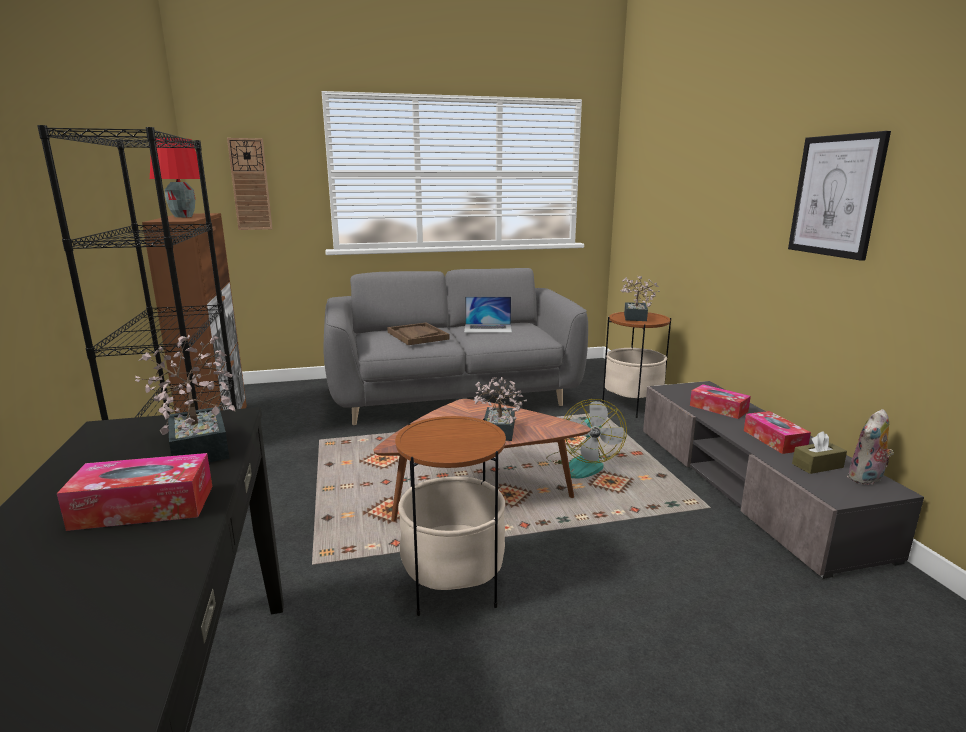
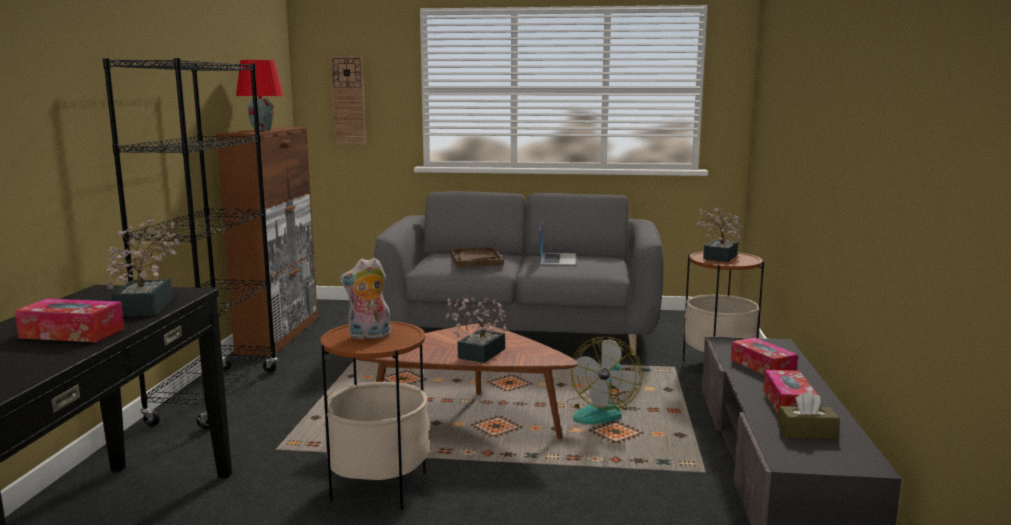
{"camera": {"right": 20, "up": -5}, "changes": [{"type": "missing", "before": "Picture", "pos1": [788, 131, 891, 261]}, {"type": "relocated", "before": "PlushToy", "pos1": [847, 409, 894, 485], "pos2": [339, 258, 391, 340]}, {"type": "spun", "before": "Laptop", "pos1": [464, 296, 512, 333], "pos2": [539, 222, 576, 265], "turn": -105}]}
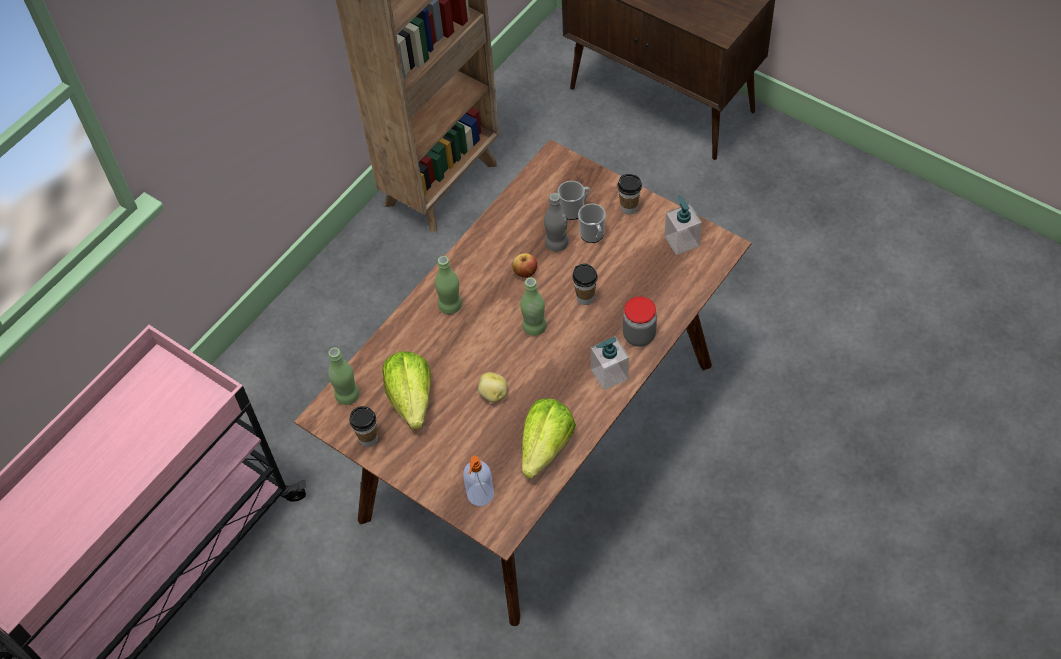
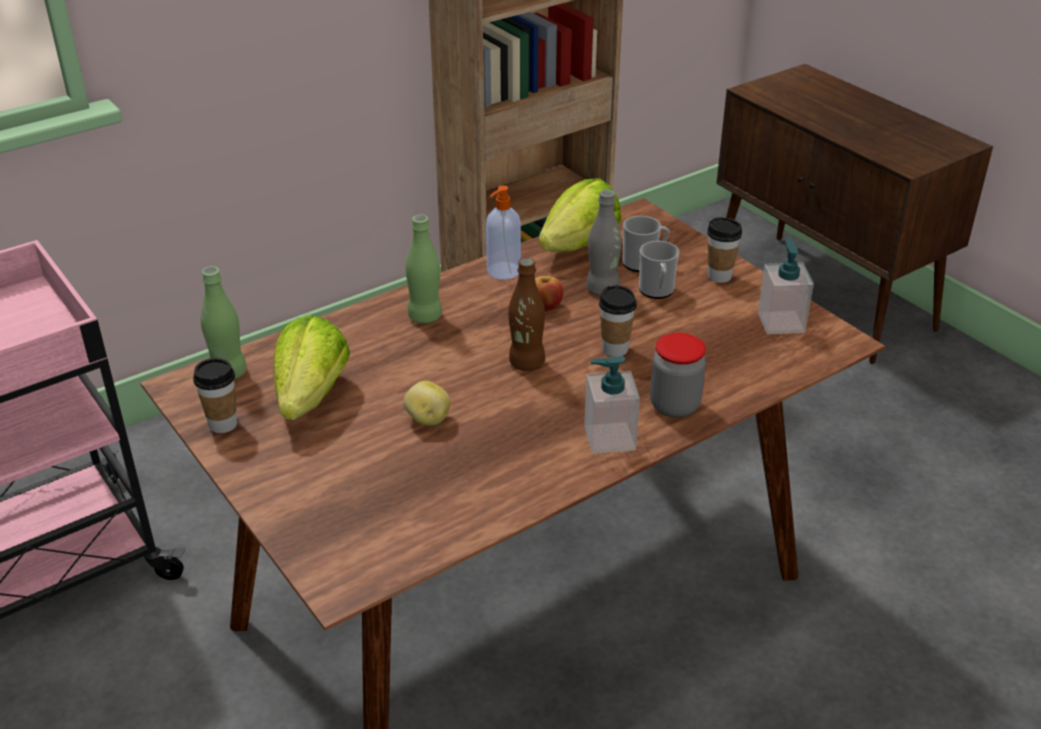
{"camera": {"right": 15, "up": -20}, "changes": [{"type": "relocated", "before": "SoapDispenser", "pos1": [463, 456, 494, 506], "pos2": [486, 185, 521, 280]}, {"type": "relocated", "before": "Lettuce", "pos1": [522, 398, 576, 479], "pos2": [539, 178, 621, 252]}, {"type": "colour", "before": "GreenBottle", "after": "BrownBottle", "pos1": [520, 278, 547, 336], "pos2": [508, 257, 545, 371]}]}
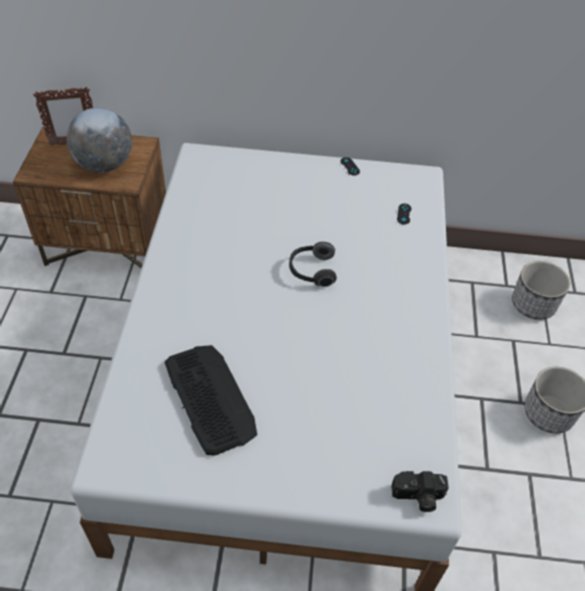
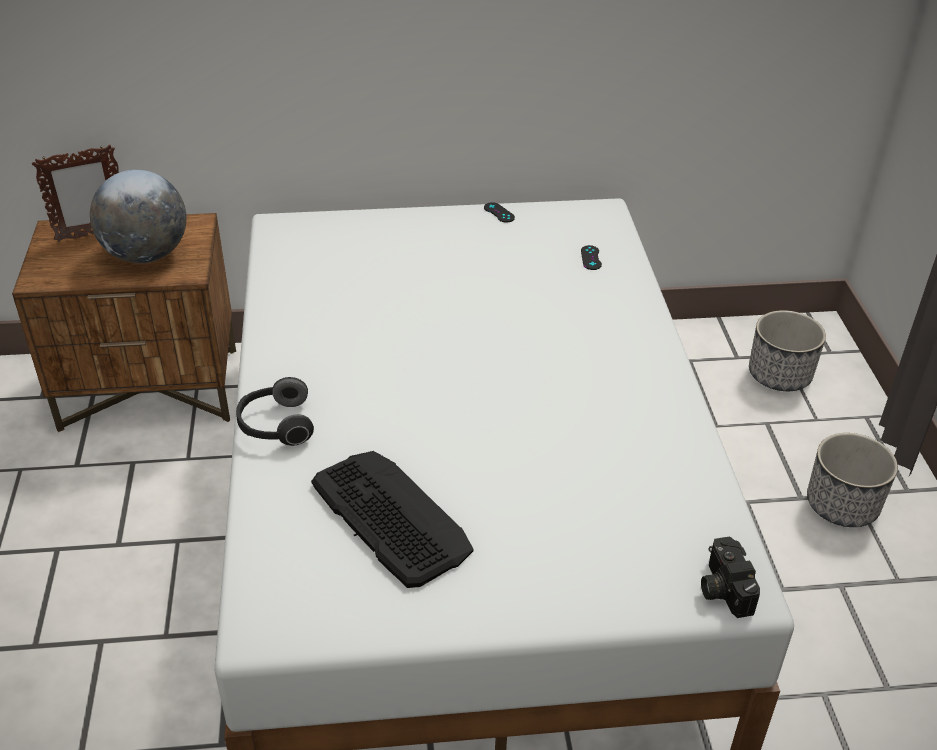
{"camera": {"right": -10, "up": -10}, "changes": [{"type": "relocated", "before": "Headphones", "pos1": [289, 242, 337, 287], "pos2": [236, 377, 314, 446]}, {"type": "spun", "before": "PhotoCamera", "pos1": [391, 471, 449, 512], "pos2": [701, 536, 760, 618], "turn": 90}]}
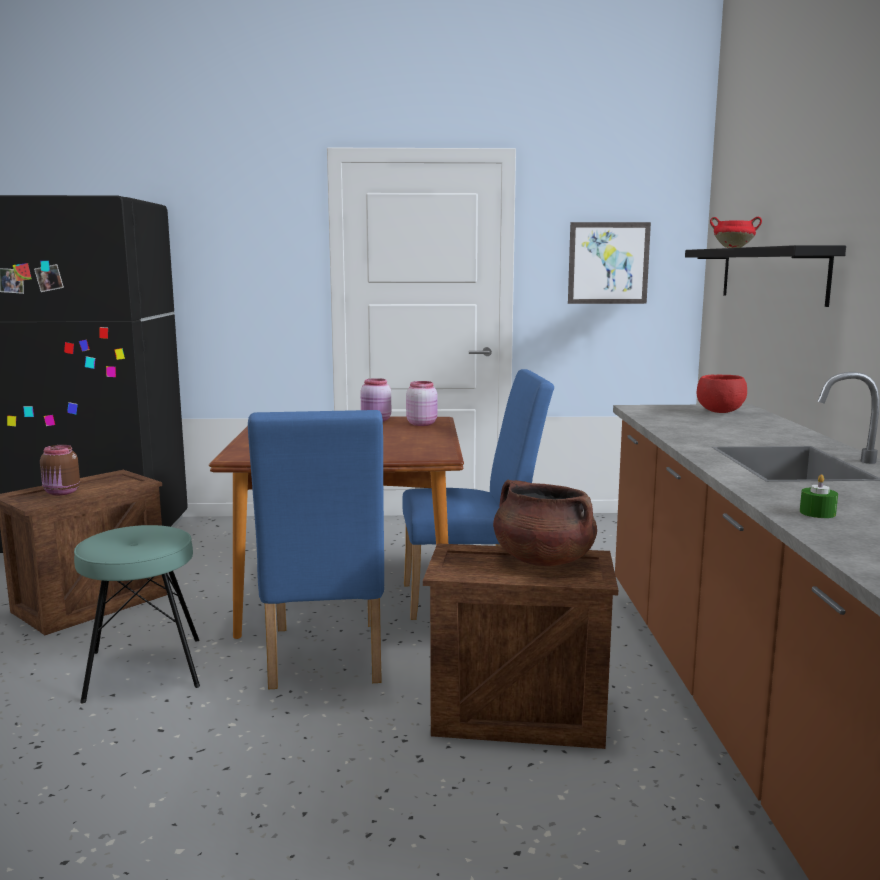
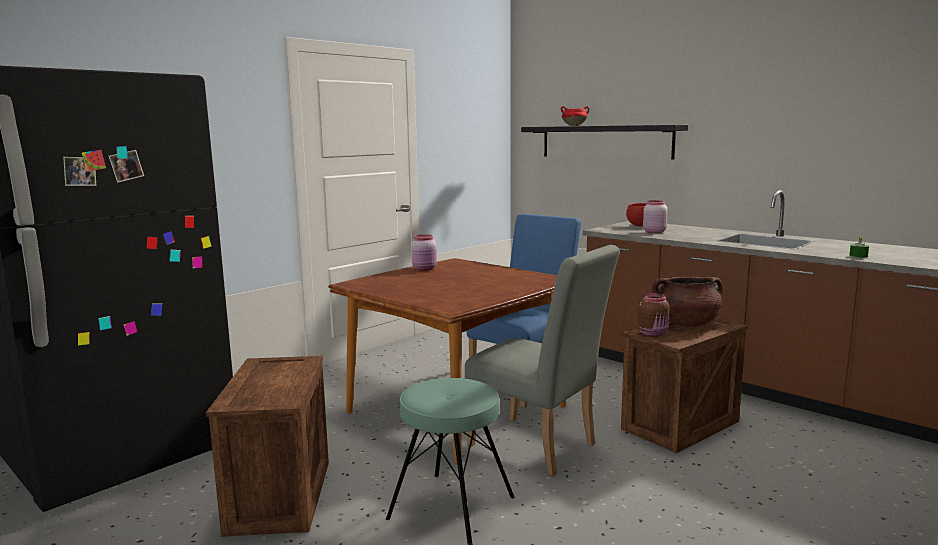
{"camera": {"right": -45, "up": 0}, "changes": [{"type": "missing", "before": "Picture", "pos1": [568, 222, 651, 304]}, {"type": "relocated", "before": "BrownJar", "pos1": [40, 445, 80, 495], "pos2": [638, 293, 670, 337]}, {"type": "relocated", "before": "PinkJar", "pos1": [406, 381, 437, 426], "pos2": [643, 200, 668, 233]}, {"type": "colour", "before": "BlueChair", "after": "GreyChair", "pos1": [248, 410, 384, 689], "pos2": [465, 245, 620, 476]}]}
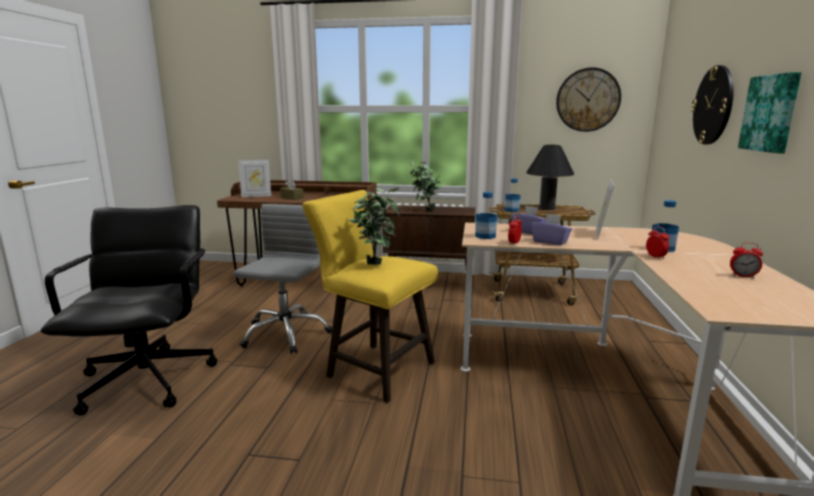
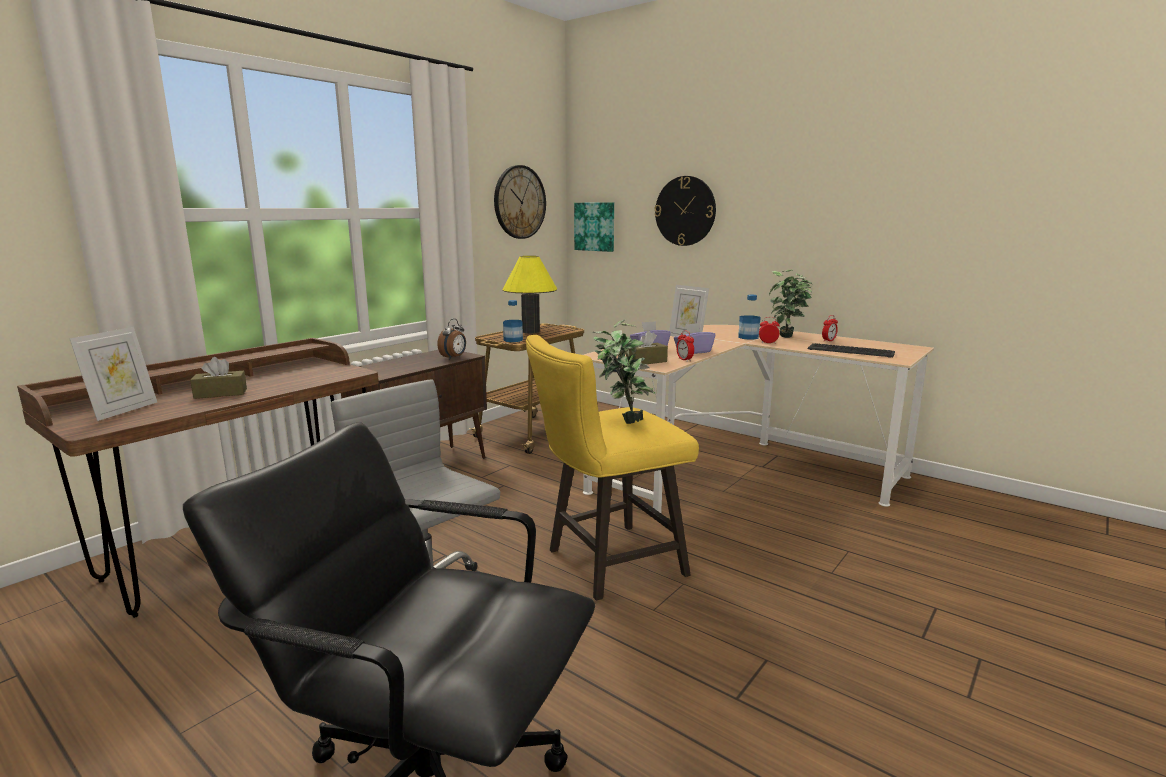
{"camera": {"right": -60, "up": 0}, "changes": [{"type": "appeared", "after": "AlarmClock", "pos2": [437, 319, 466, 359]}, {"type": "appeared", "after": "Keyboard", "pos2": [807, 343, 895, 358]}, {"type": "relocated", "before": "PottedPlant", "pos1": [410, 162, 441, 211], "pos2": [769, 270, 812, 338]}, {"type": "relocated", "before": "Picture", "pos1": [738, 72, 802, 153], "pos2": [574, 202, 614, 252]}, {"type": "exchanged", "before": "Bottle", "after": "BrownTissueBox", "pos1": [475, 192, 497, 239], "pos2": [626, 331, 668, 364]}, {"type": "colour", "before": "BlackTableLamp", "after": "YellowTableLamp", "pos1": [526, 145, 574, 210], "pos2": [502, 256, 557, 333]}]}
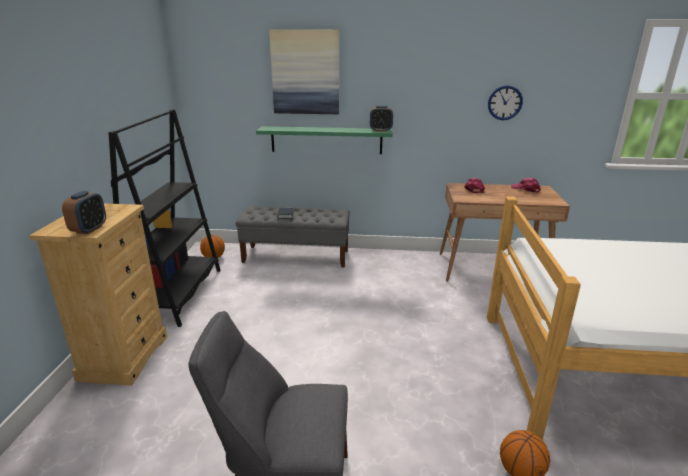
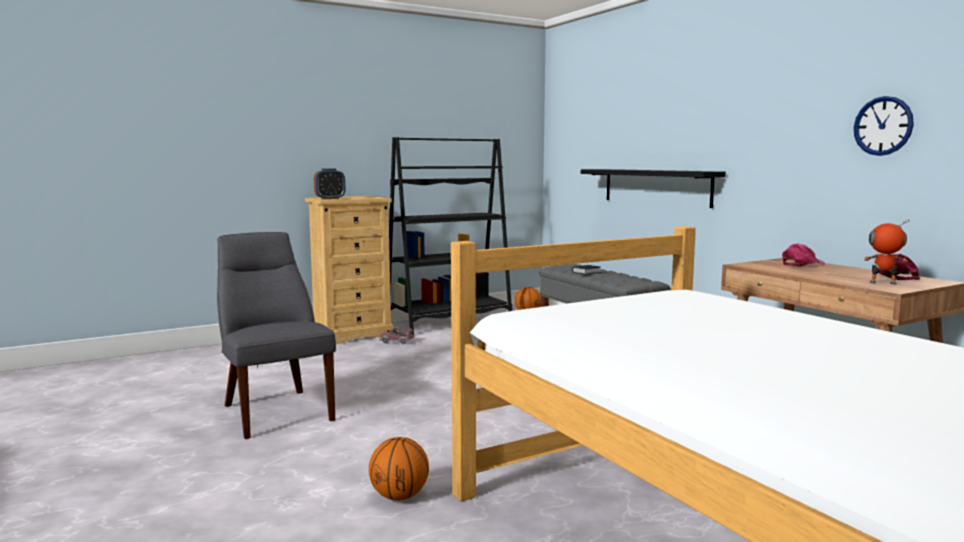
{"camera": {"right": 55, "up": -15}, "changes": [{"type": "missing", "before": "Picture", "pos1": [269, 29, 339, 114]}, {"type": "missing", "before": "AlarmClock", "pos1": [370, 106, 393, 132]}, {"type": "appeared", "after": "ToyTruck", "pos2": [380, 327, 415, 344]}, {"type": "appeared", "after": "ToyRobot", "pos2": [864, 219, 909, 284]}, {"type": "colour", "before": "GreenShelf", "after": "BlackShelf", "pos1": [256, 126, 393, 154], "pos2": [581, 169, 726, 208]}]}
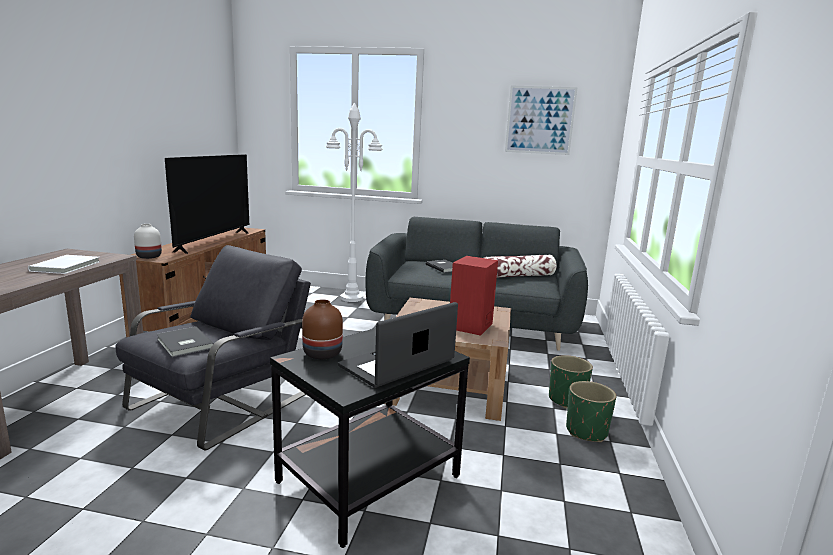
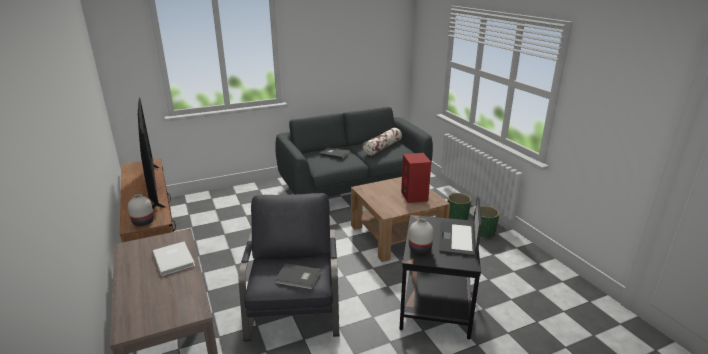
{"camera": {"right": -35, "up": 10}, "changes": [{"type": "missing", "before": "WhiteFloorLamp", "pos1": [326, 103, 383, 302]}, {"type": "missing", "before": "Picture", "pos1": [505, 85, 578, 155]}, {"type": "colour", "before": "BrownVase", "after": "WhiteVase", "pos1": [302, 299, 343, 359], "pos2": [409, 219, 434, 254]}]}
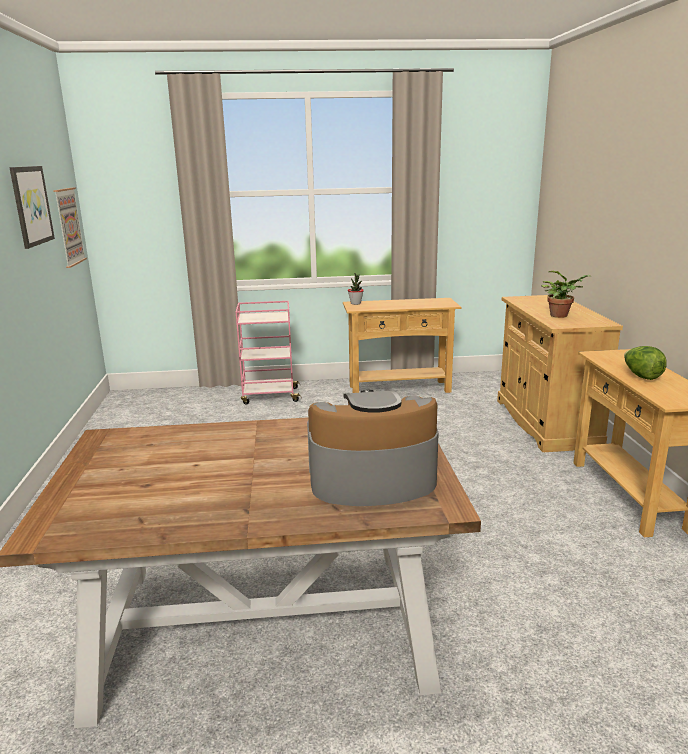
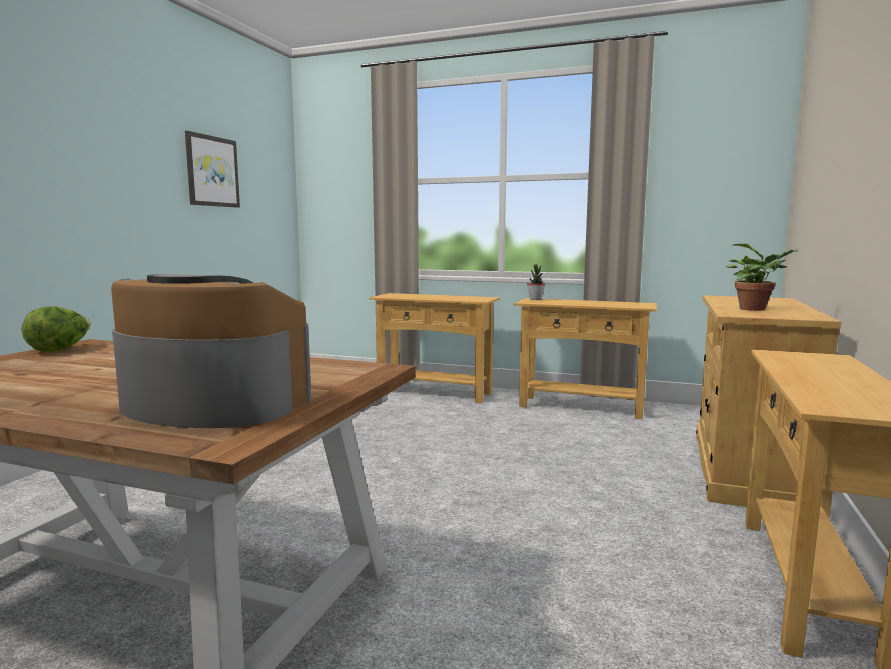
{"camera": {"right": 25, "up": -10}, "changes": [{"type": "missing", "before": "Picture", "pos1": [53, 187, 87, 268]}, {"type": "relocated", "before": "Lettuce", "pos1": [624, 346, 667, 380], "pos2": [22, 306, 91, 352]}, {"type": "exchanged", "before": "PinkCart", "after": "BeigeConsoleTable", "pos1": [236, 301, 302, 404], "pos2": [369, 293, 500, 403]}]}
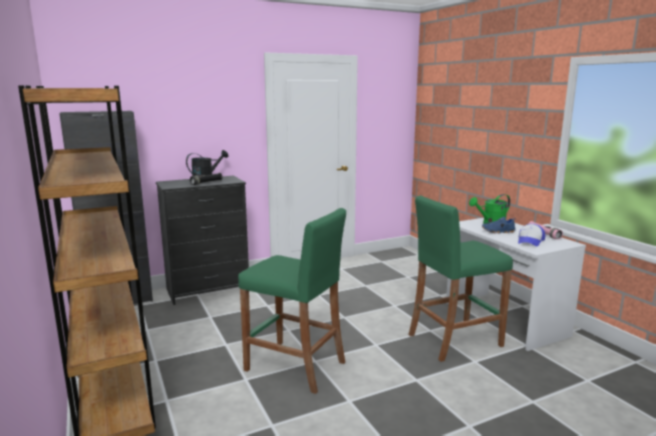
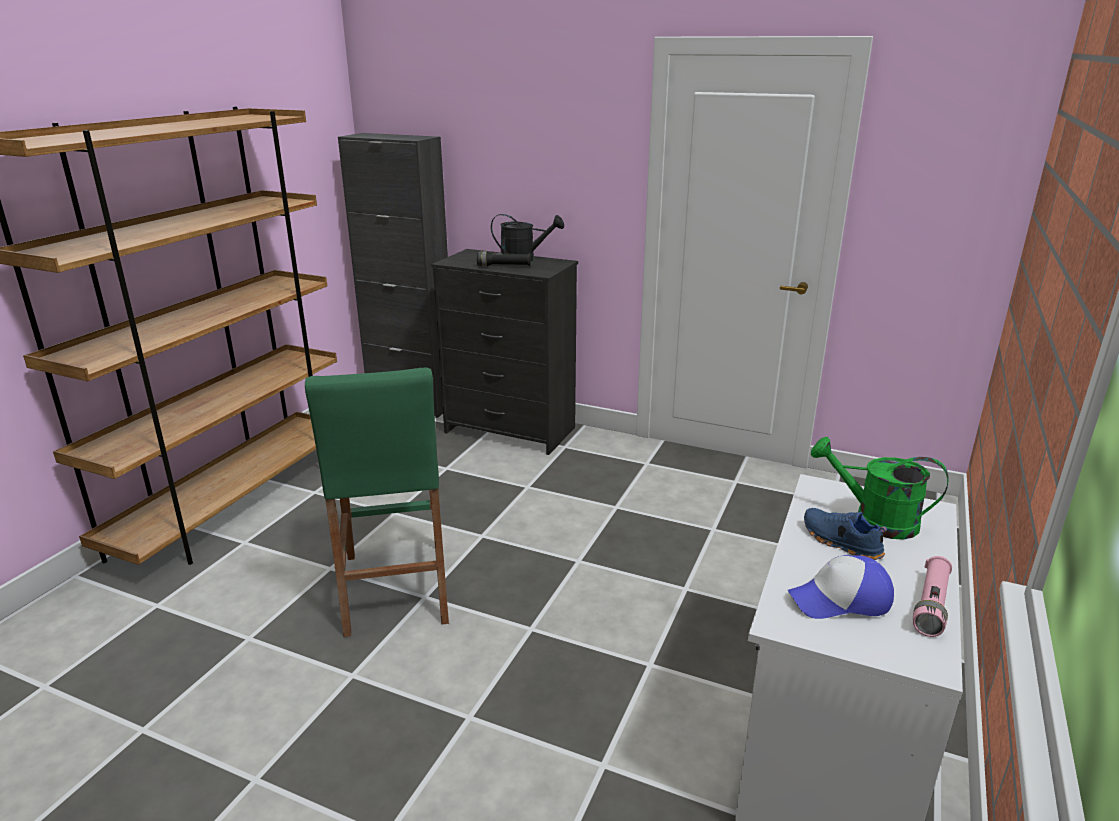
{"camera": {"right": 50, "up": 10}, "changes": [{"type": "missing", "before": "GreenStool", "pos1": [408, 196, 513, 362]}]}
